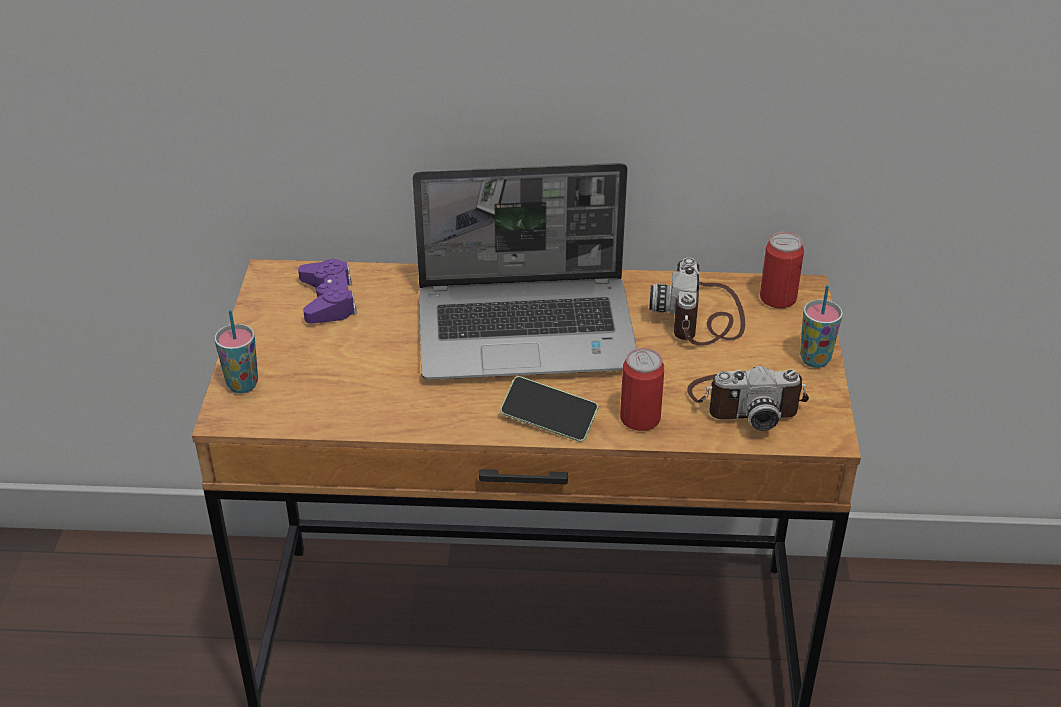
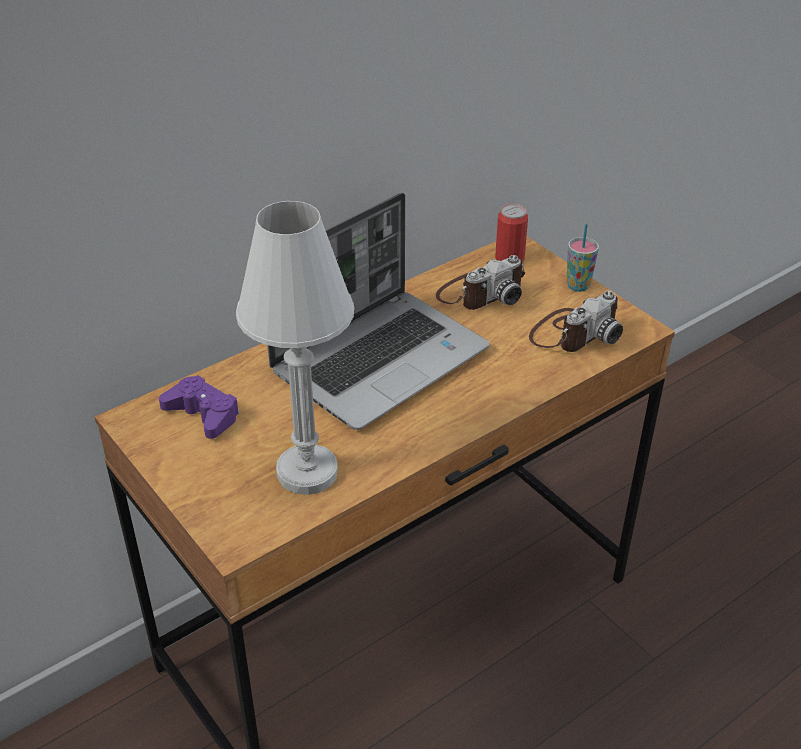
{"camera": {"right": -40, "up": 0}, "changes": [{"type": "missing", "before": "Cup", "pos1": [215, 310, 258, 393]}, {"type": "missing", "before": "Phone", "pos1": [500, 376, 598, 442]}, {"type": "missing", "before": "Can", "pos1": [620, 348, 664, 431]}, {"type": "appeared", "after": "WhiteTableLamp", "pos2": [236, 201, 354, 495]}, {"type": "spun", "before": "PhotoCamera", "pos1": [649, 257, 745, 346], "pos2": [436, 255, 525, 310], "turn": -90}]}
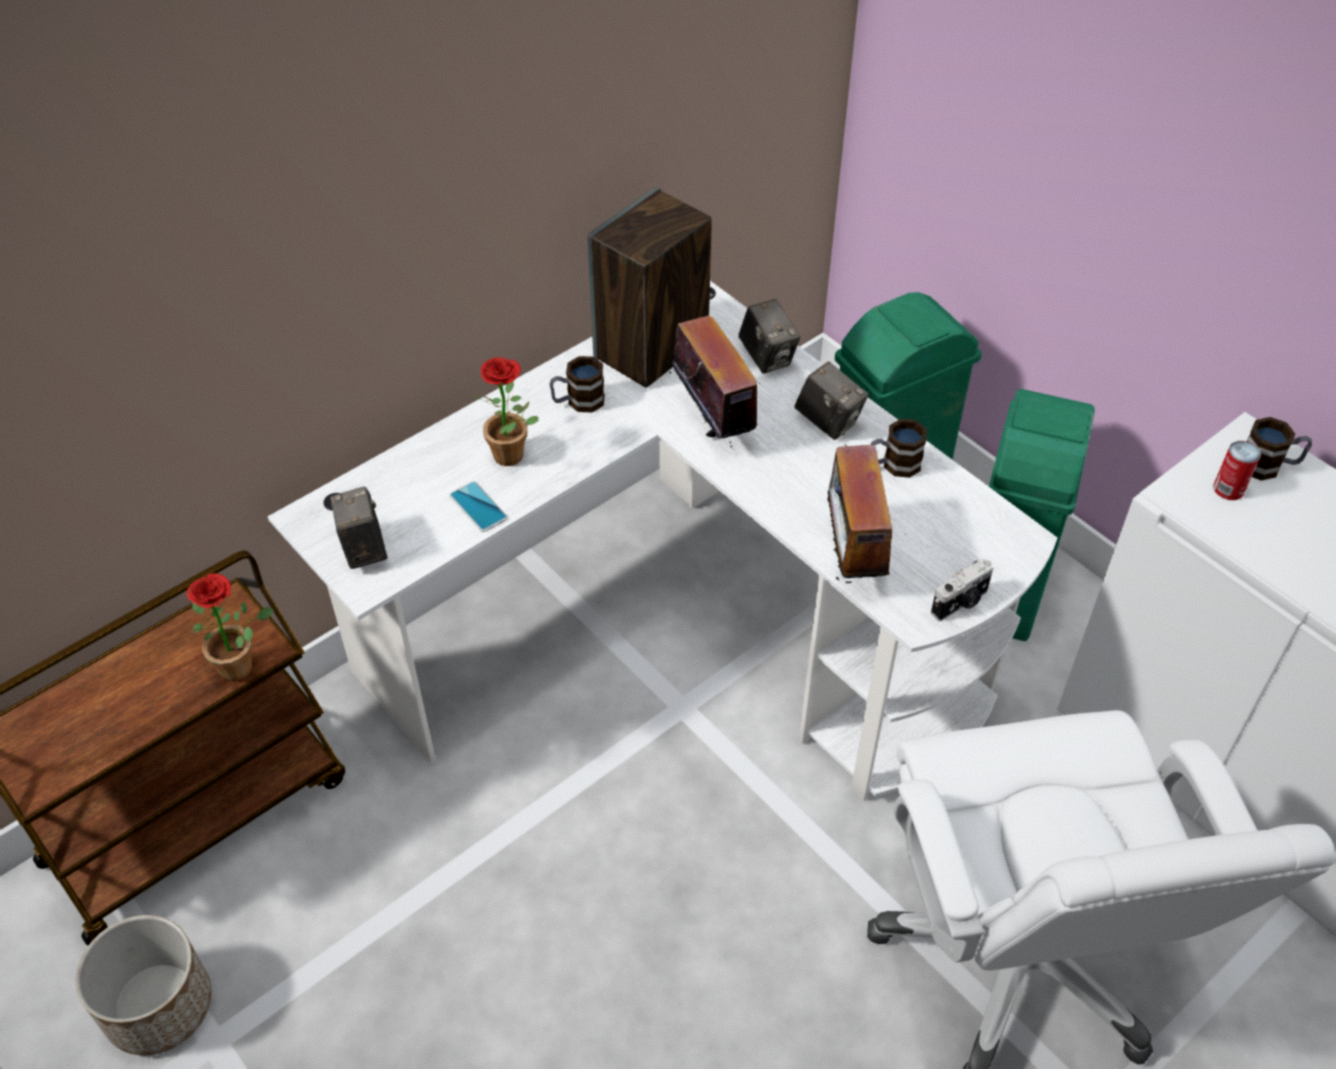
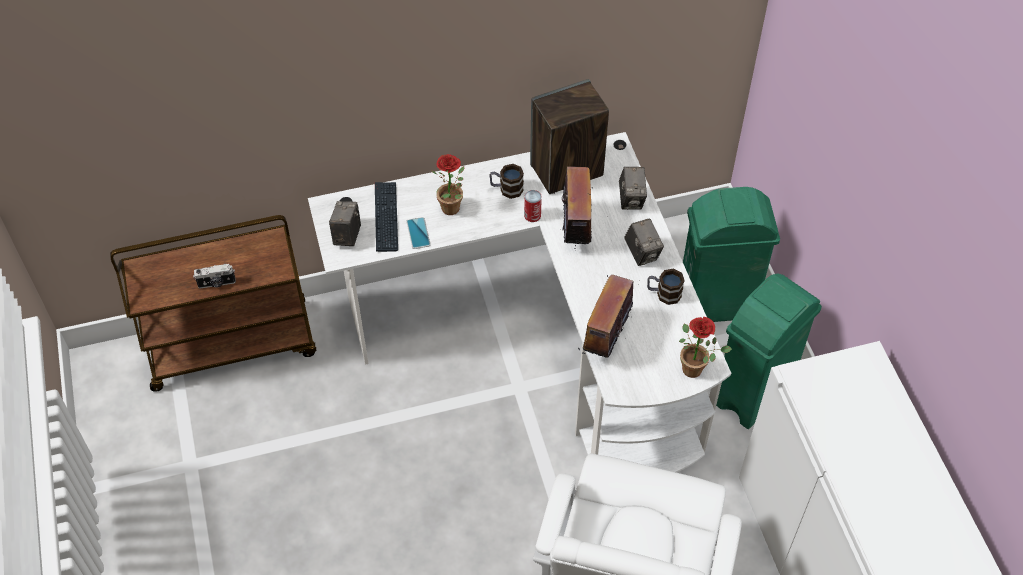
{"camera": {"right": 25, "up": 5}, "changes": [{"type": "missing", "before": "Planter", "pos1": [75, 915, 212, 1055]}, {"type": "missing", "before": "Mug", "pos1": [1247, 417, 1312, 481]}, {"type": "appeared", "after": "Keyboard", "pos2": [375, 182, 398, 252]}, {"type": "relocated", "before": "PottedPlant", "pos1": [187, 573, 273, 682], "pos2": [679, 317, 732, 378]}, {"type": "relocated", "before": "PhotoCamera", "pos1": [931, 558, 993, 621], "pos2": [193, 264, 236, 288]}, {"type": "relocated", "before": "Can", "pos1": [1213, 441, 1261, 500], "pos2": [524, 190, 542, 222]}]}
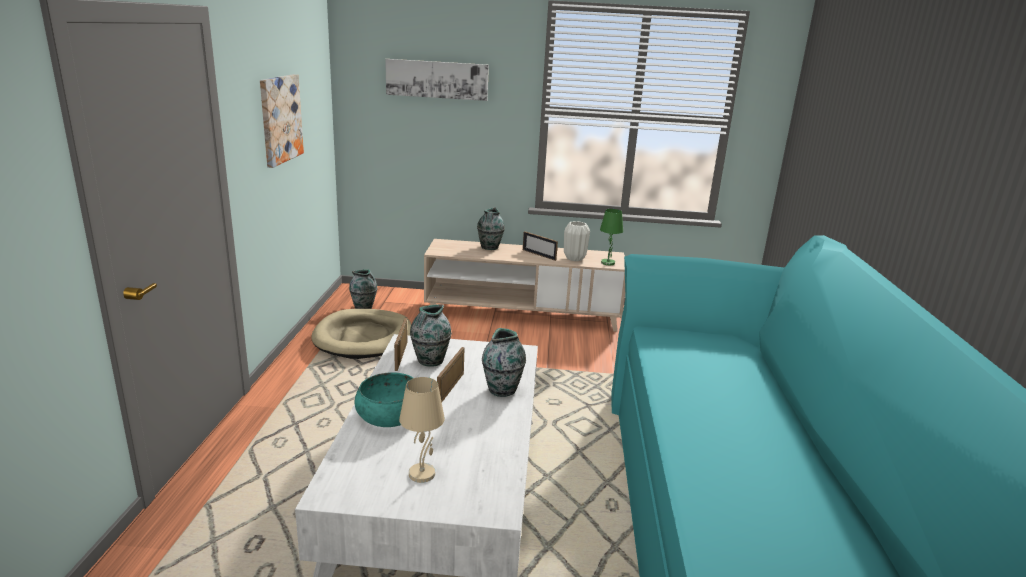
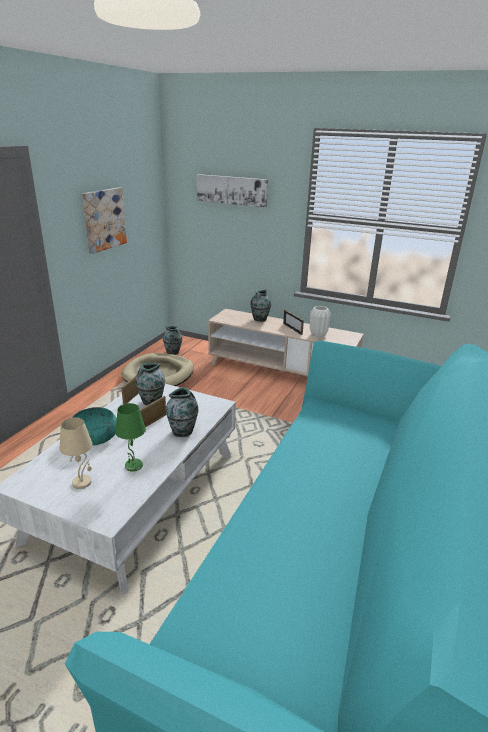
{"camera": {"right": 20, "up": 5}, "changes": [{"type": "relocated", "before": "GreenTableLamp", "pos1": [600, 209, 623, 265], "pos2": [115, 403, 146, 472]}]}
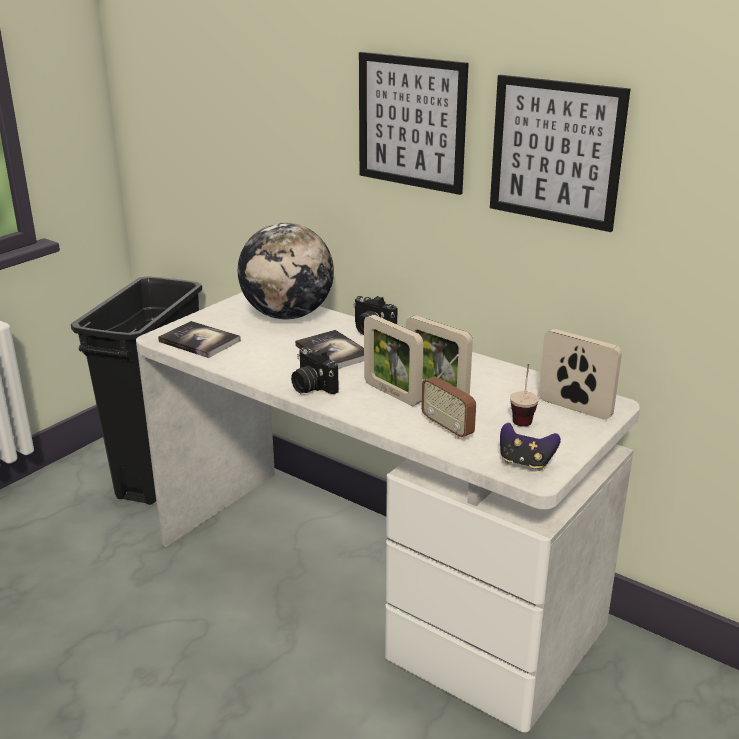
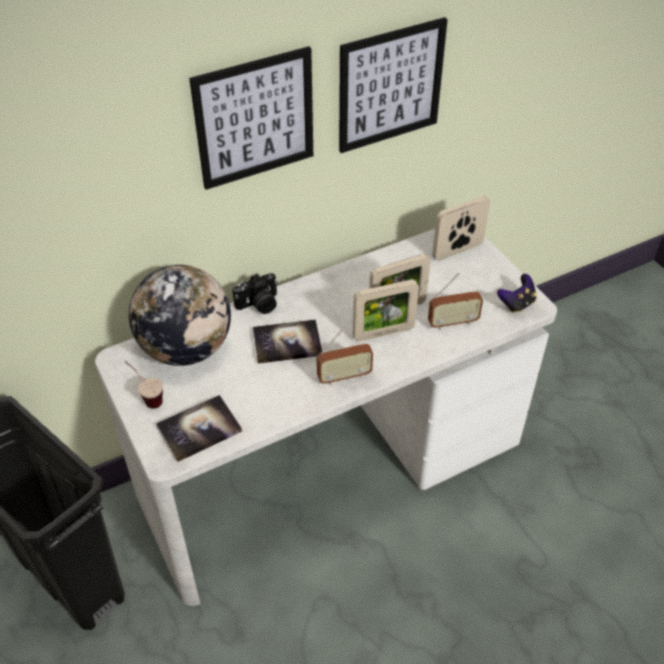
{"camera": {"right": -65, "up": 20}, "changes": [{"type": "relocated", "before": "Cup", "pos1": [510, 364, 539, 427], "pos2": [125, 361, 163, 409]}, {"type": "exchanged", "before": "PhotoCamera", "after": "Radio", "pos1": [291, 347, 339, 394], "pos2": [317, 326, 373, 385]}]}
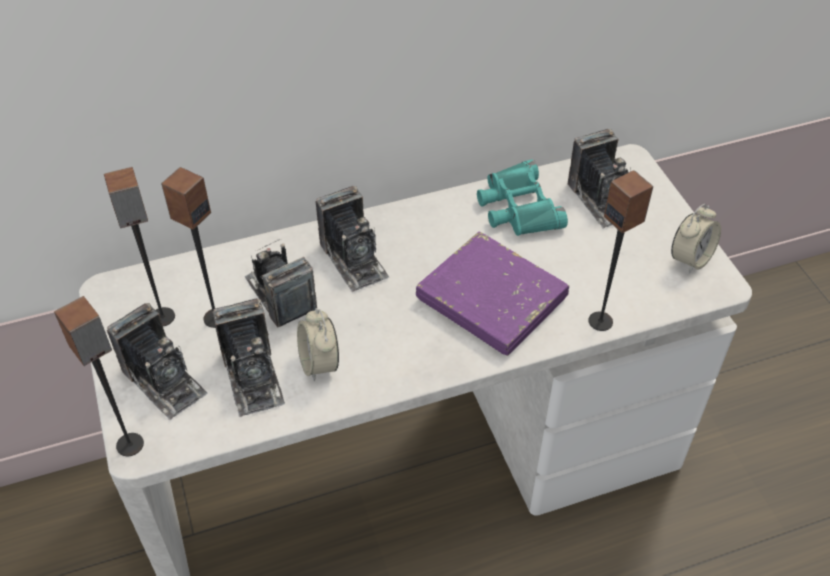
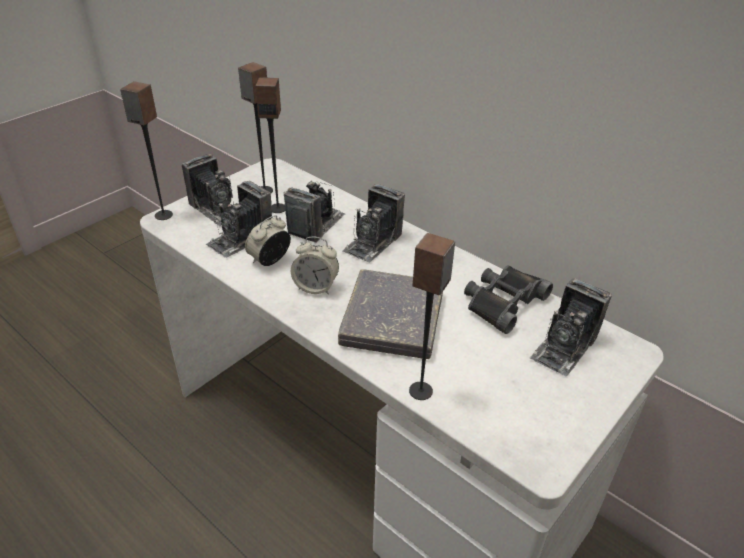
{"camera": {"right": 60, "up": -10}, "changes": [{"type": "relocated", "before": "AlarmClock", "pos1": [671, 204, 721, 273], "pos2": [291, 237, 339, 295]}, {"type": "colour", "before": "PurpleBook", "after": "GreyBook", "pos1": [416, 231, 569, 356], "pos2": [338, 269, 443, 359]}, {"type": "colour", "before": "TurquoiseBinoculars", "after": "BlackBinoculars", "pos1": [477, 159, 568, 236], "pos2": [464, 265, 553, 334]}, {"type": "spun", "before": "PhotoCamera", "pos1": [107, 303, 207, 421], "pos2": [182, 154, 233, 227], "turn": -60}]}
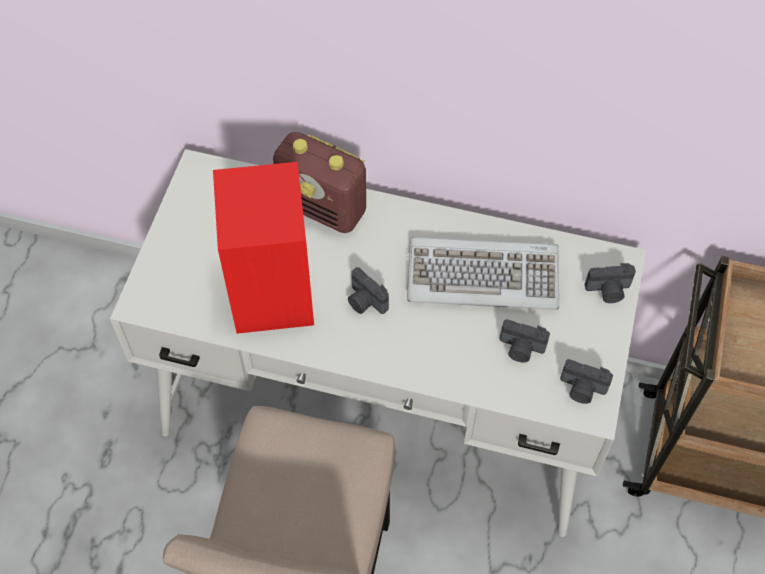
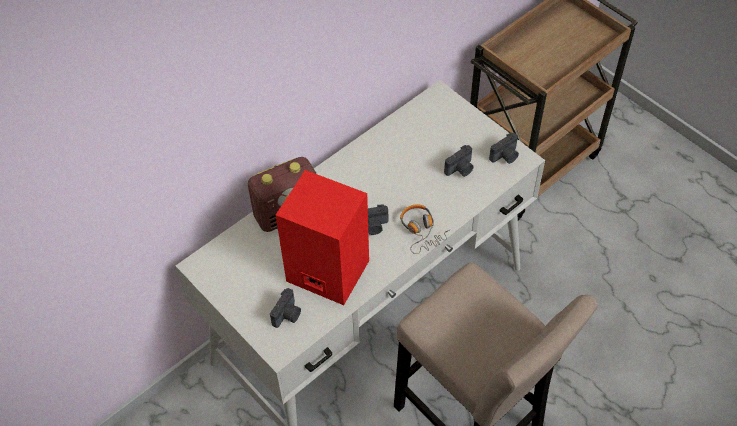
{"camera": {"right": -55, "up": -5}, "changes": [{"type": "missing", "before": "Keyboard", "pos1": [407, 237, 559, 310]}, {"type": "appeared", "after": "Headphones", "pos2": [400, 204, 450, 254]}, {"type": "relocated", "before": "PhotoCamera", "pos1": [585, 263, 636, 303], "pos2": [270, 288, 301, 328]}]}
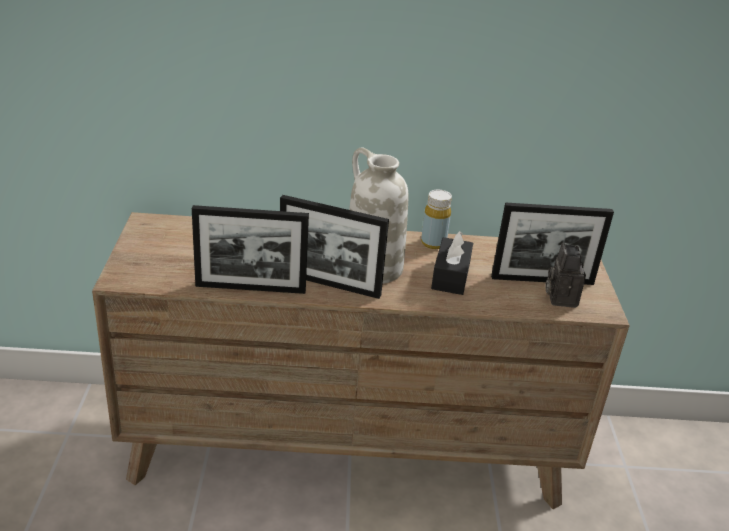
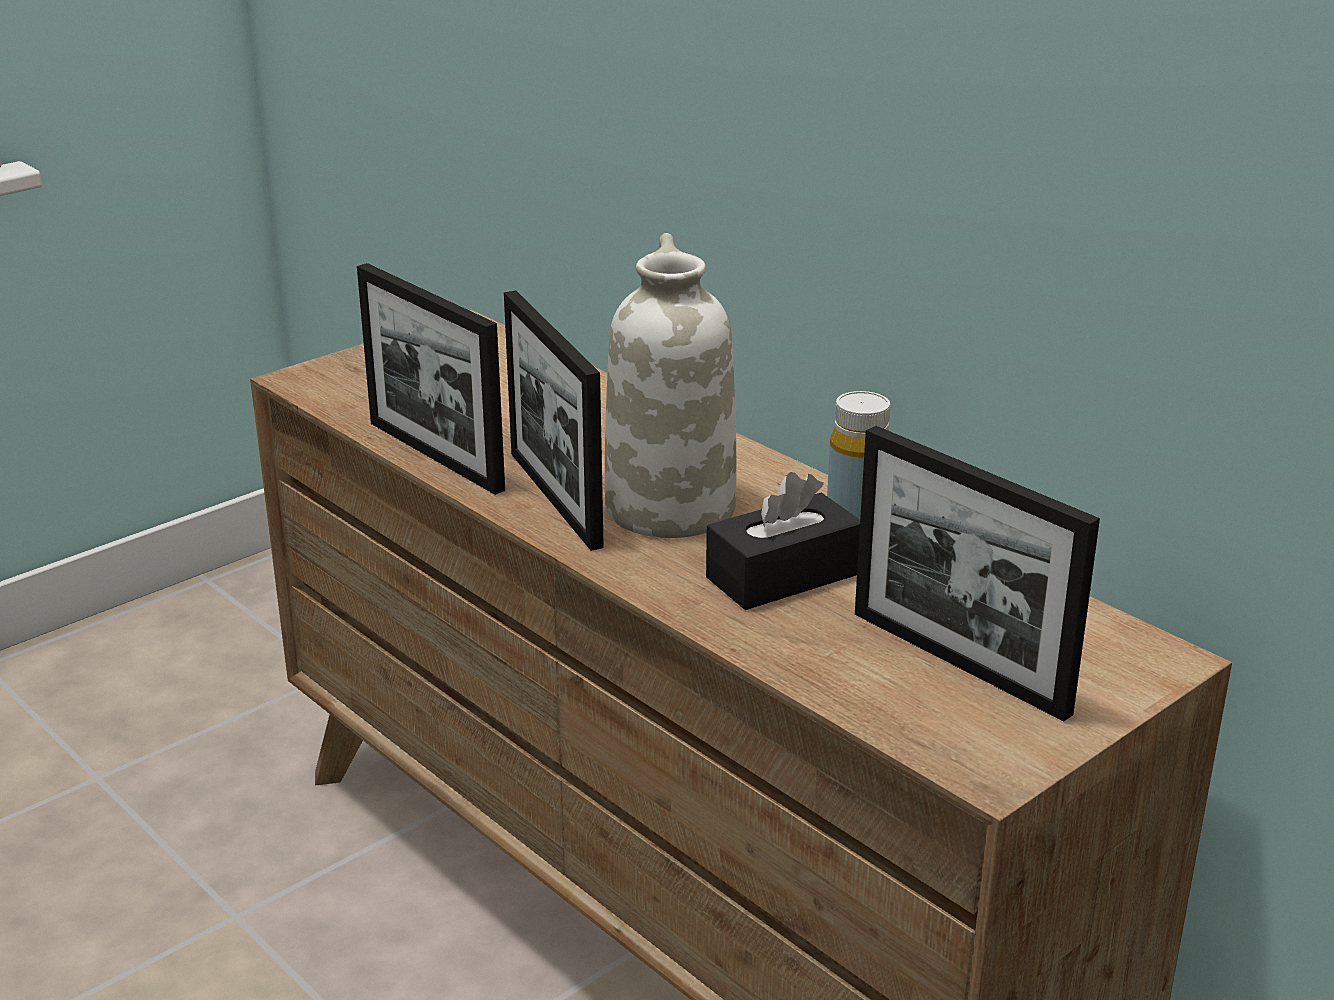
{"camera": {"right": 50, "up": -5}, "changes": [{"type": "missing", "before": "PhotoCamera", "pos1": [545, 242, 586, 308]}]}
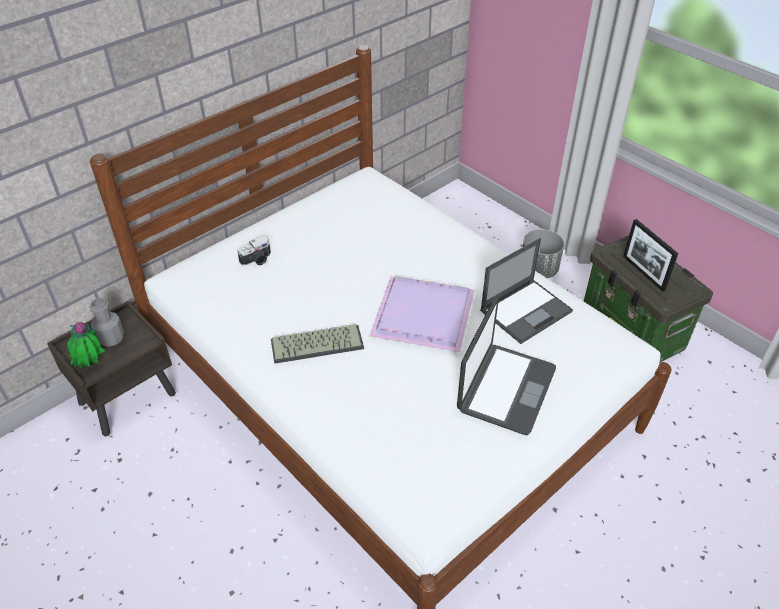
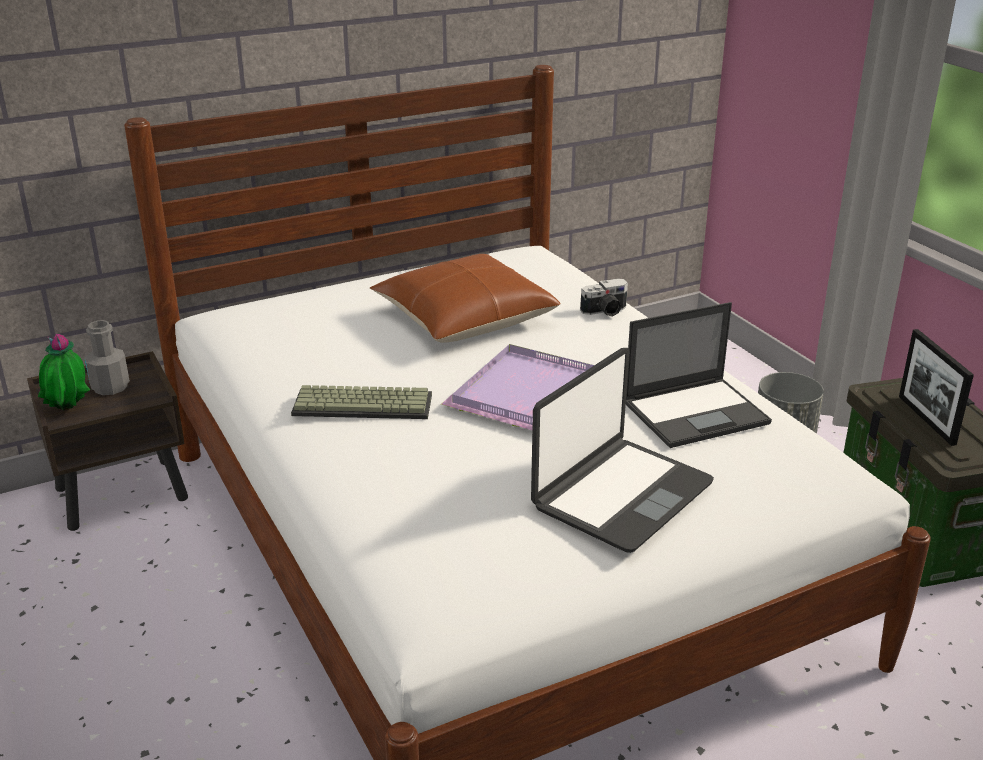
{"camera": {"right": 15, "up": -15}, "changes": [{"type": "appeared", "after": "BrownPillow", "pos2": [370, 254, 561, 343]}, {"type": "relocated", "before": "PhotoCamera", "pos1": [237, 236, 271, 265], "pos2": [580, 278, 628, 317]}]}
